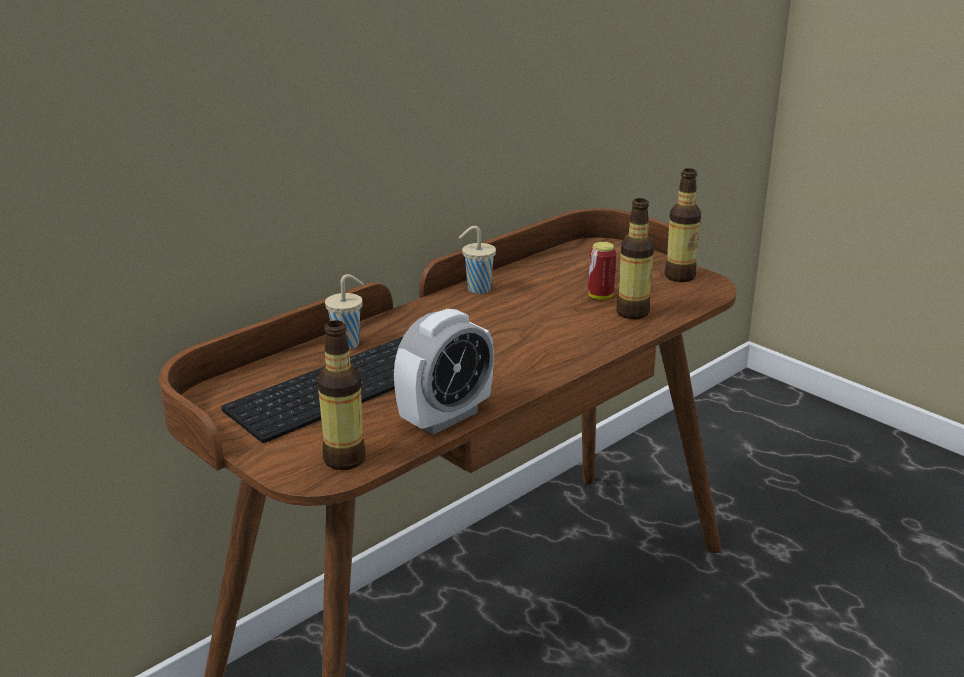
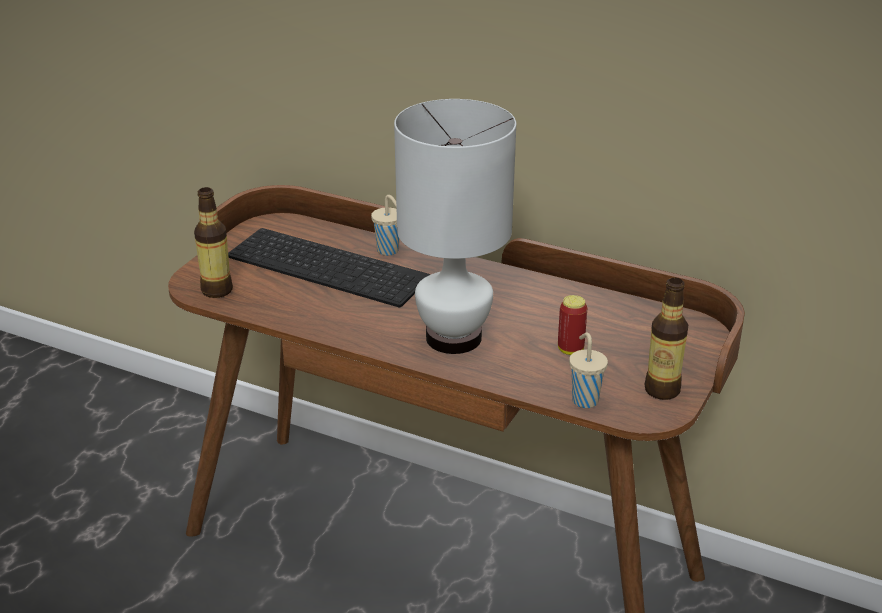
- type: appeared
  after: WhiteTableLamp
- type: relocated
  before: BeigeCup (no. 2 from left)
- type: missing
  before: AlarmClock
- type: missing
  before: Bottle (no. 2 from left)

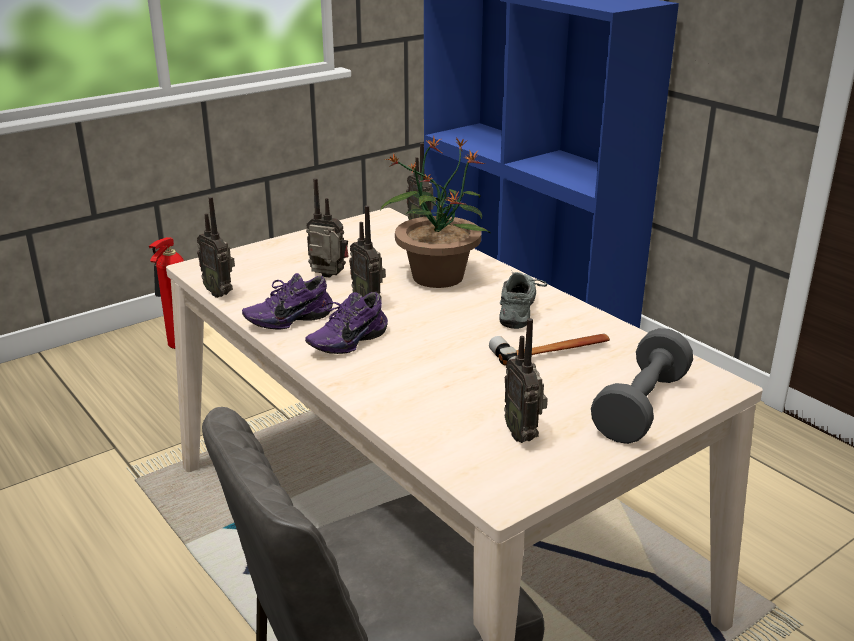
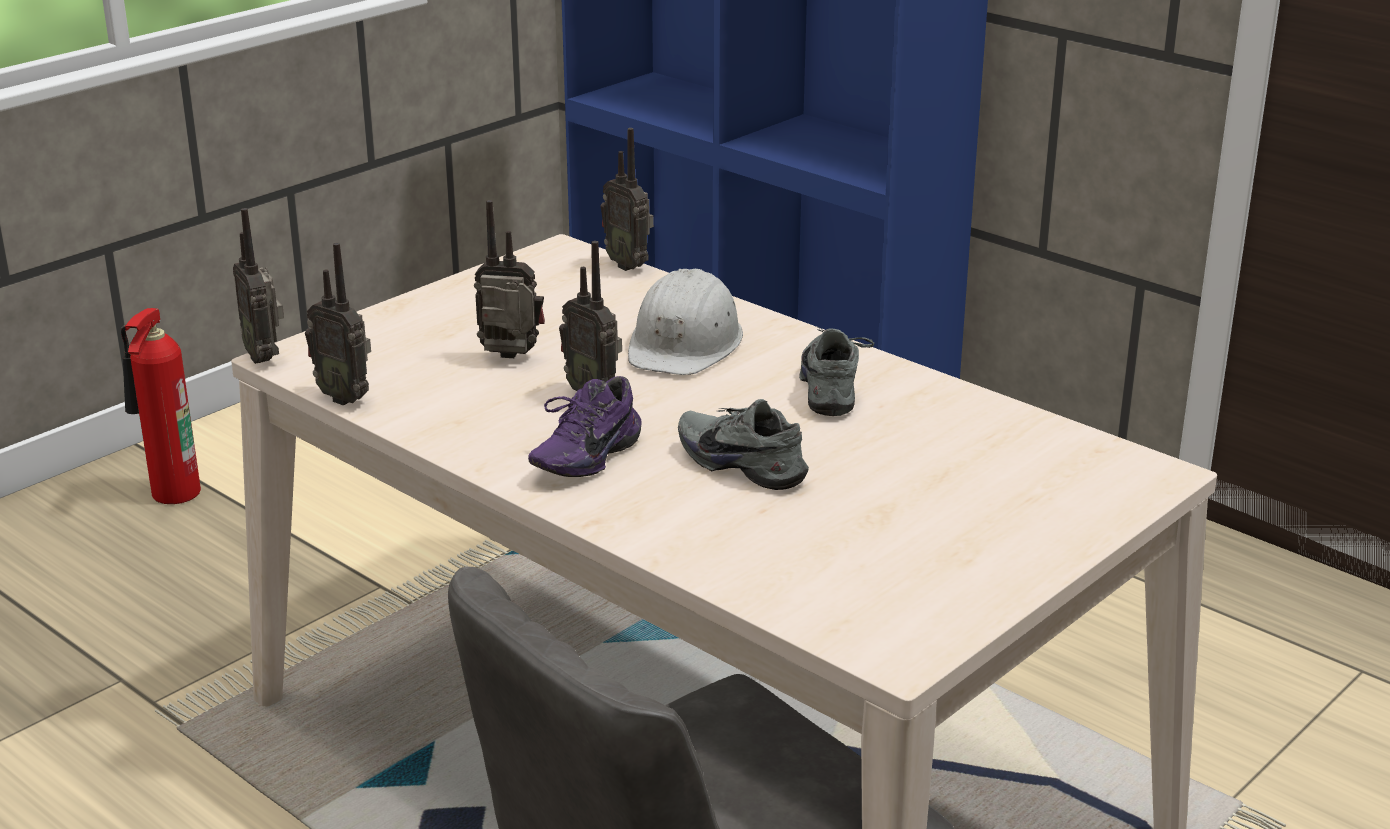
- type: relocated
  before: Radio (no. 5 from left in the first image)
  after: Radio (no. 1 from left)
- type: exchanged
  before: PottedPlant
  after: WhiteHardHat
- type: appeared
  after: GreyShoe (no. 1 from left)
- type: missing
  before: PurpleShoe (no. 1 from left)
- type: missing
  before: Hammer
- type: missing
  before: GreyDumbbell

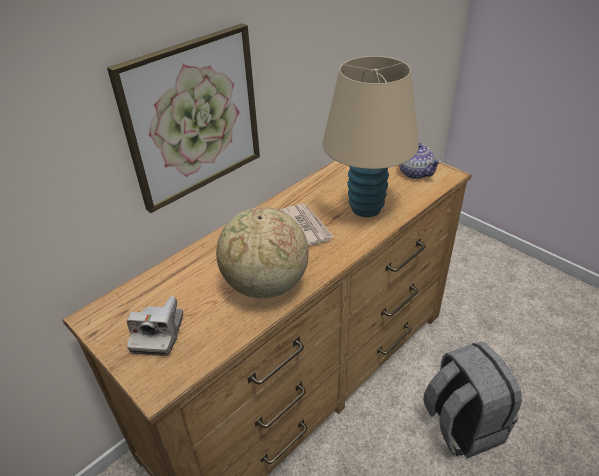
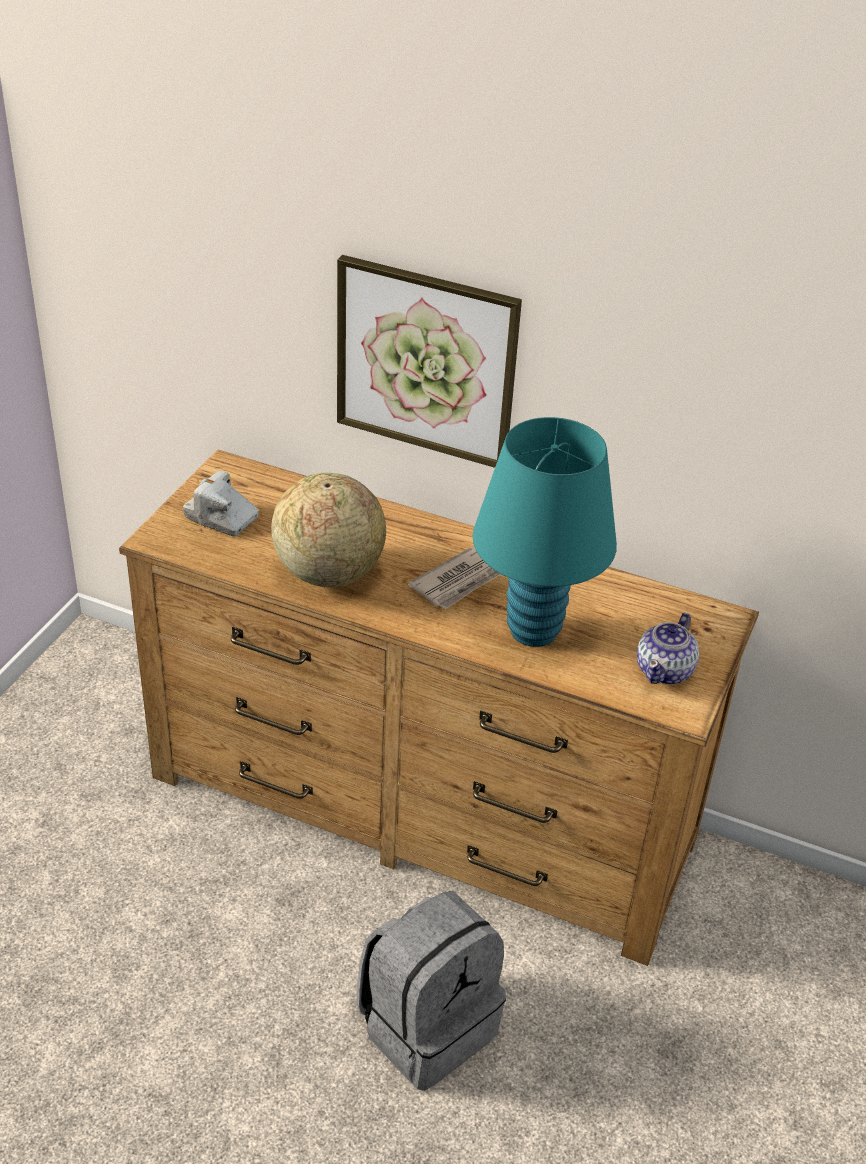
- type: spun
  before: PhotoCamera
  turn: 45
- type: colour
  before: BeigeTableLamp
  after: TurquoiseTableLamp

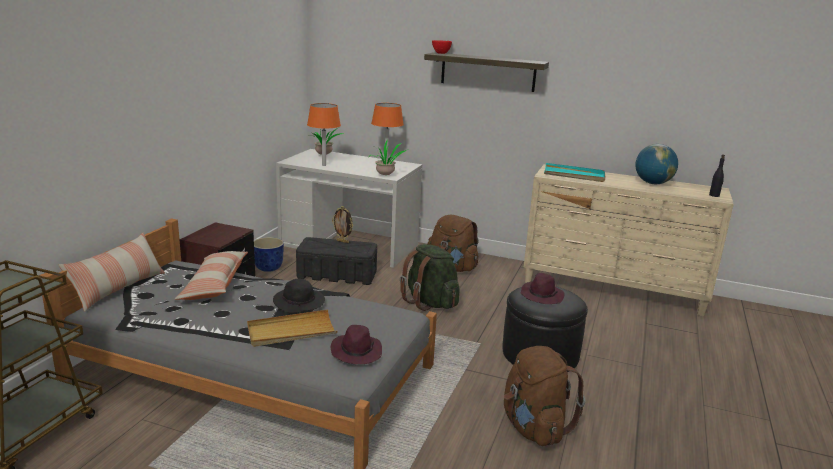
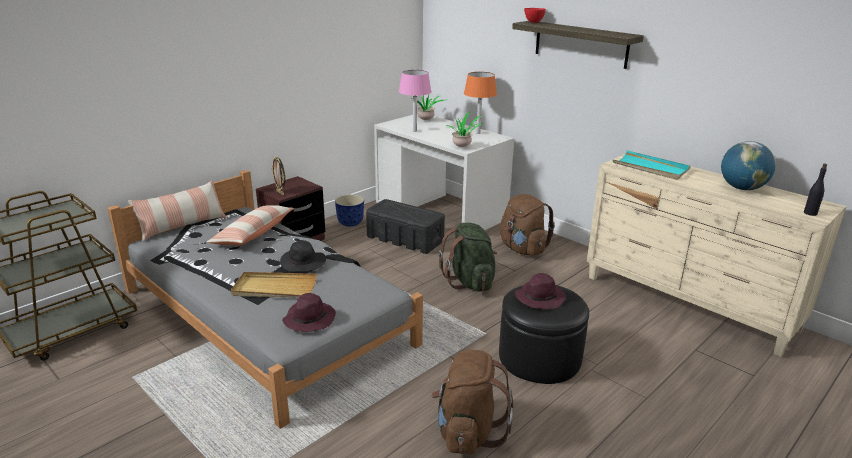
- type: relocated
  before: PictureFrame
- type: colour
  before: OrangeTableLamp (no. 1 from left)
  after: PinkTableLamp

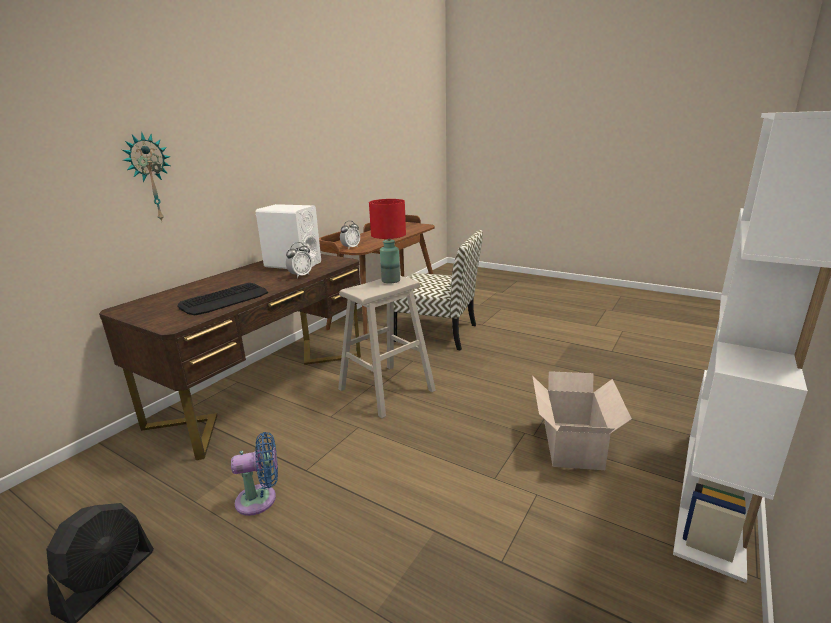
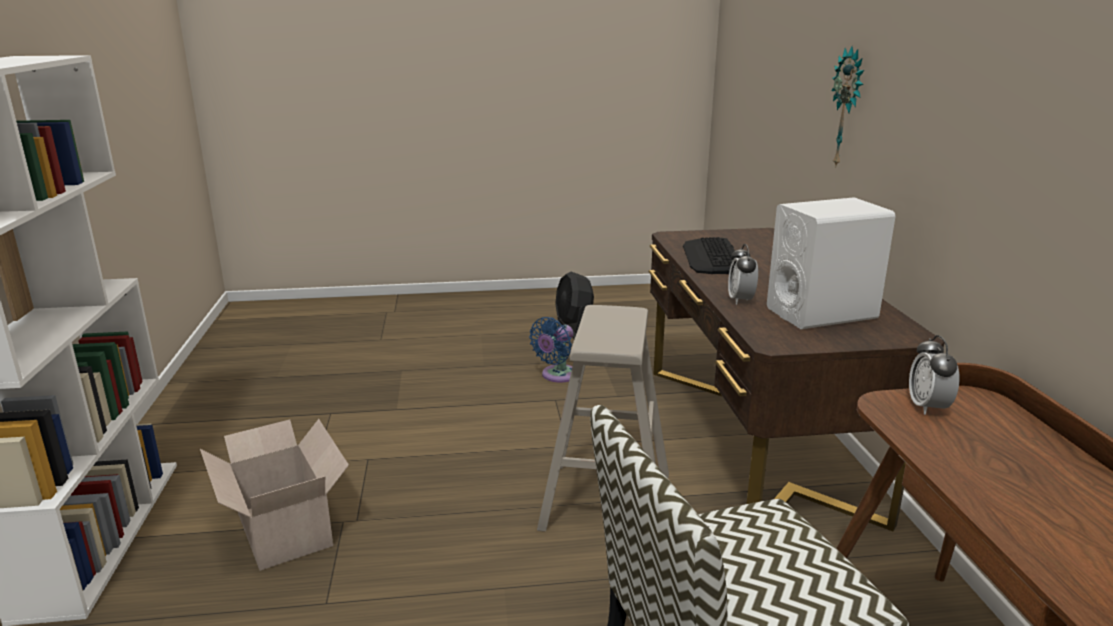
- type: missing
  before: RedTableLamp

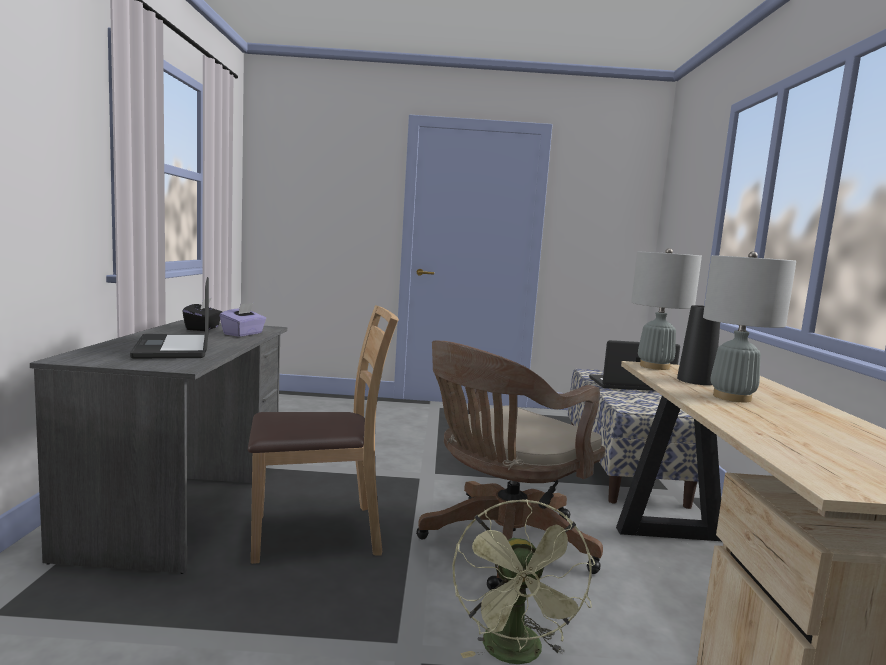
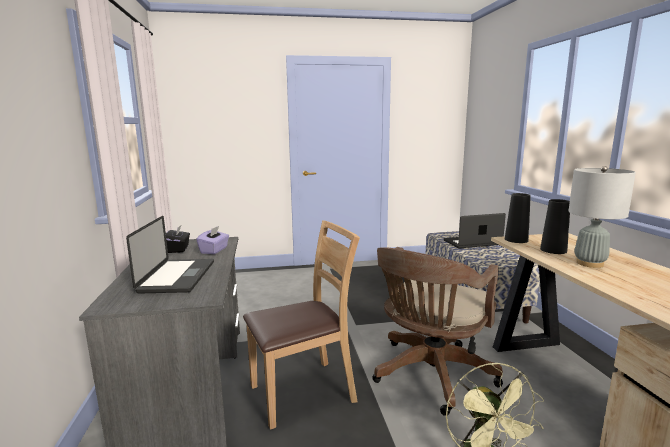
- type: spun
  before: Laptop (no. 1 from left)
  turn: -150
- type: exchanged
  before: GreyTableLamp (no. 1 from left)
  after: BlackVase (no. 1 from left)

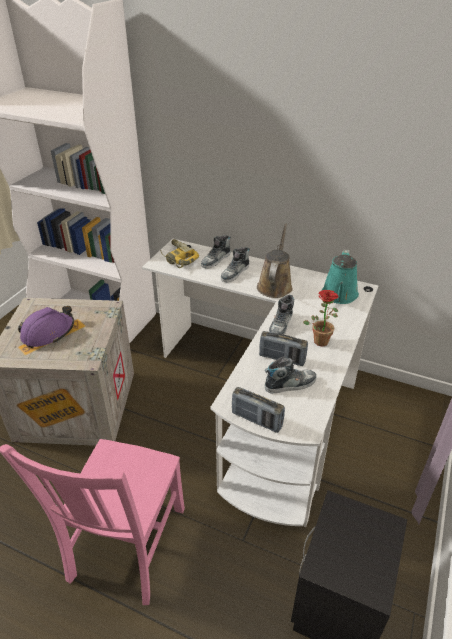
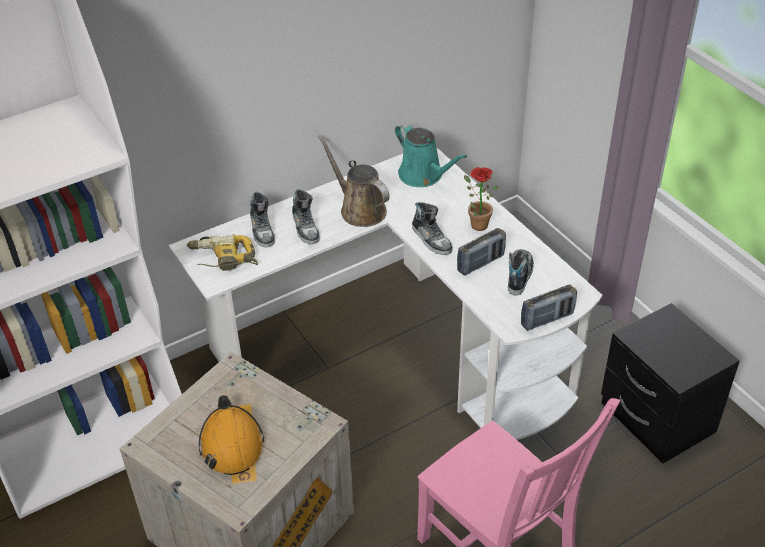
- type: colour
  before: PurpleHardHat
  after: OrangeHardHat

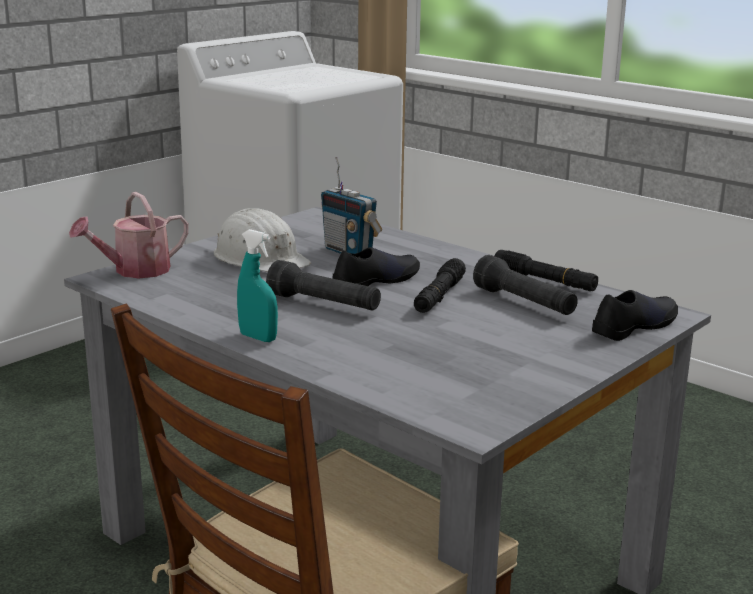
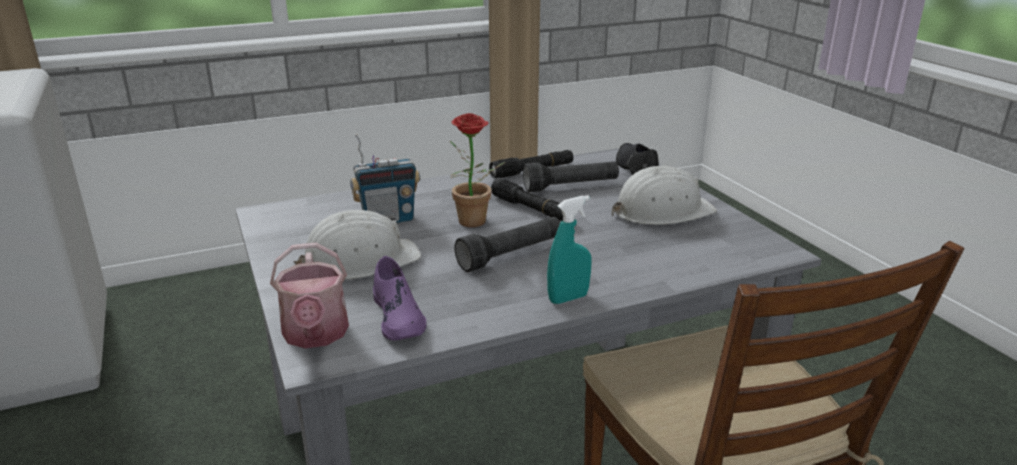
- type: appeared
  after: PurpleShoe
- type: exchanged
  before: BlackShoe (no. 1 from left)
  after: PottedPlant
- type: appeared
  after: WhiteHardHat (no. 2 from left)

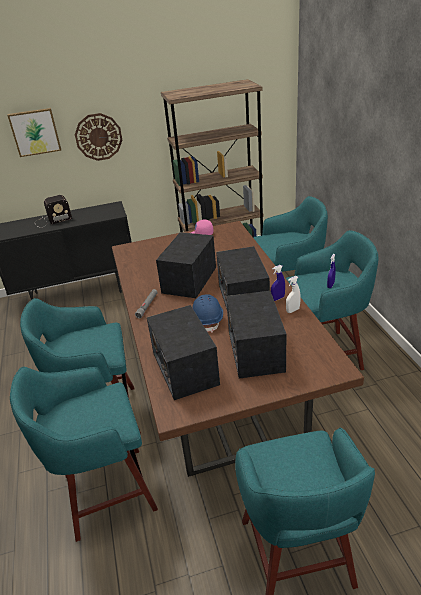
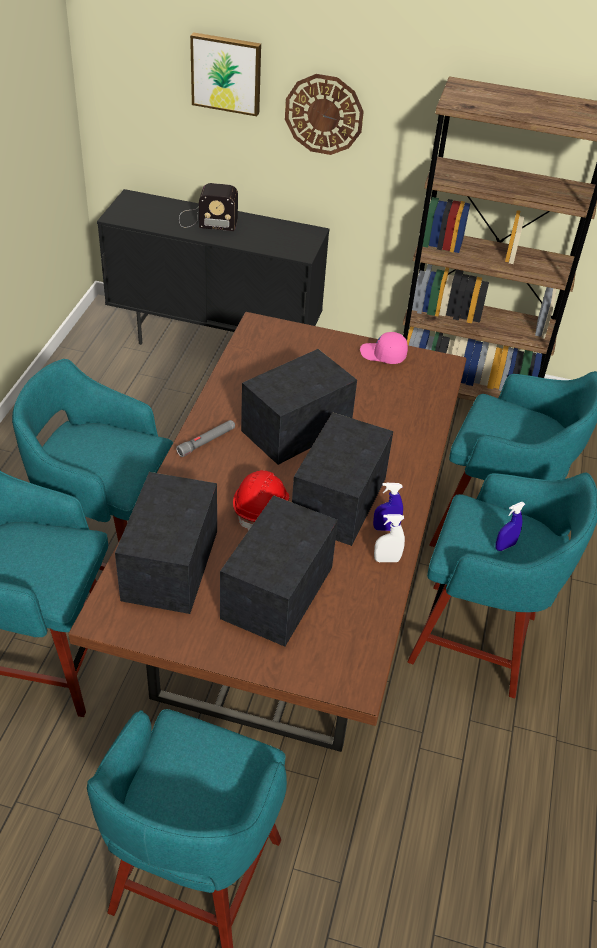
- type: colour
  before: BlueHardHat
  after: RedHardHat

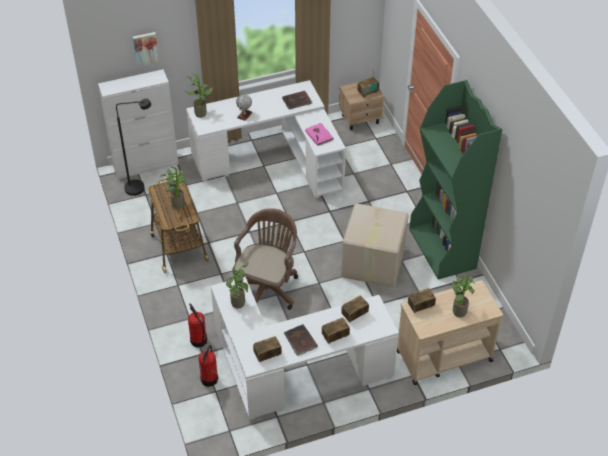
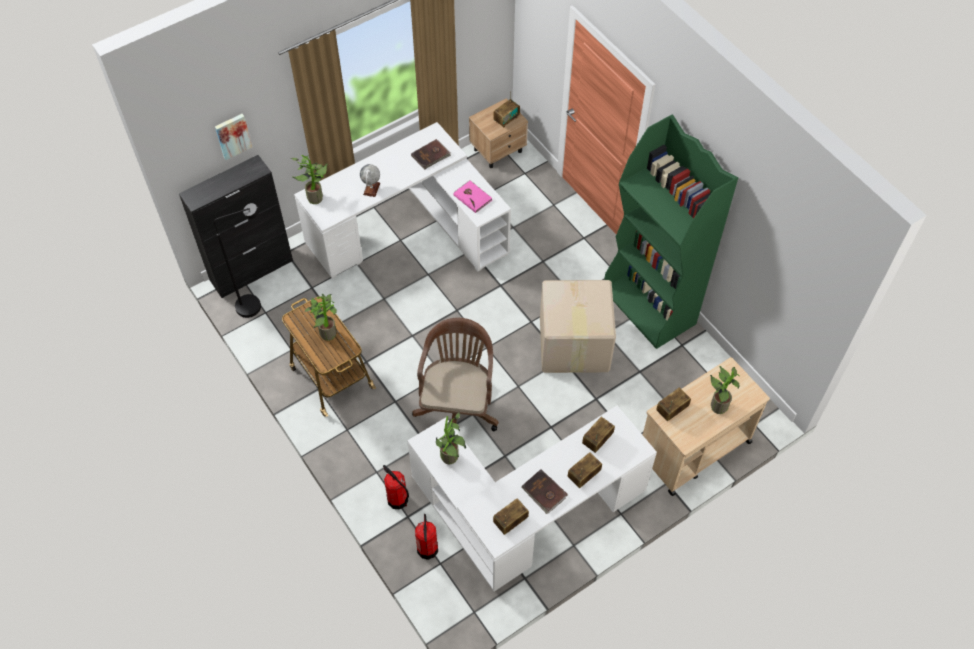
- type: colour
  before: WhiteCabinet
  after: BlackCabinet

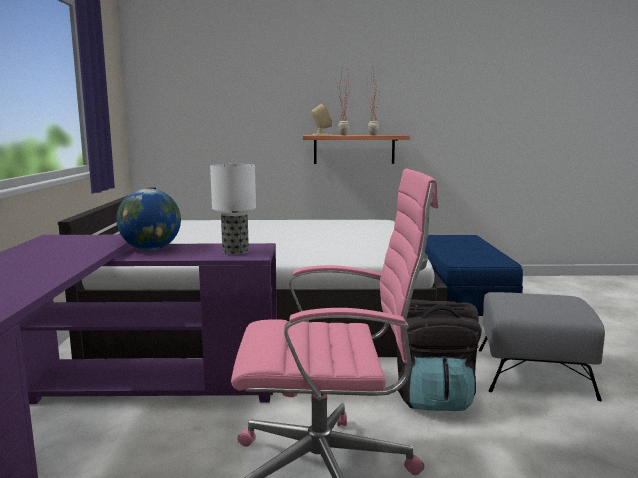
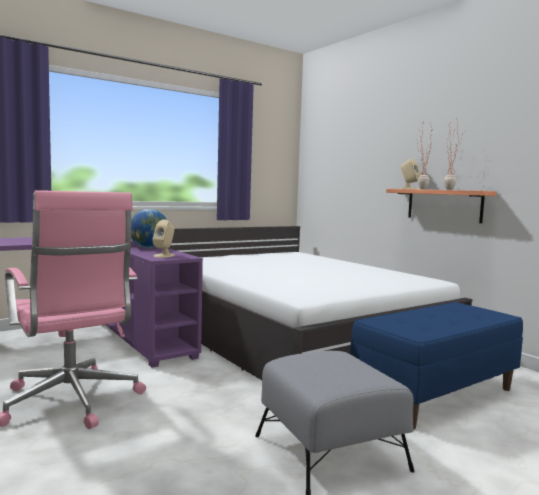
- type: exchanged
  before: TableLamp
  after: BeigeSpeaker (no. 1 from left)
- type: missing
  before: BlackBackpack

